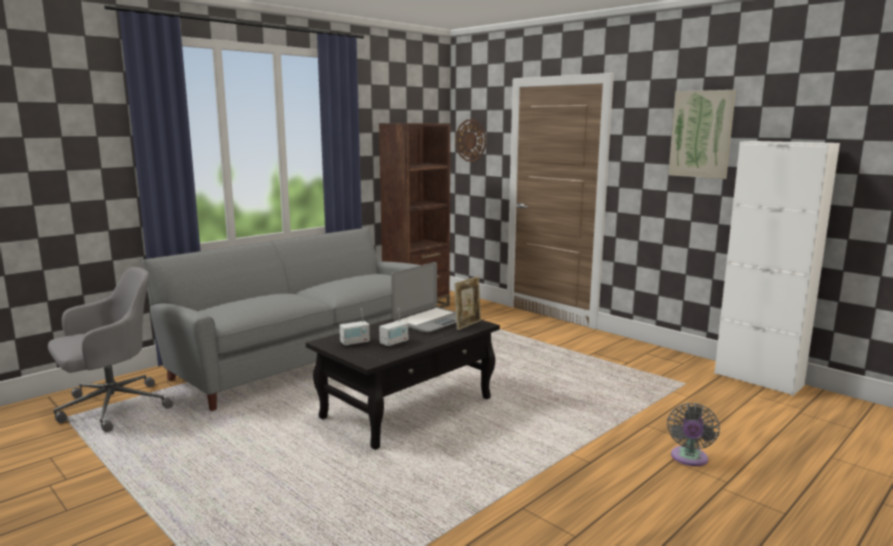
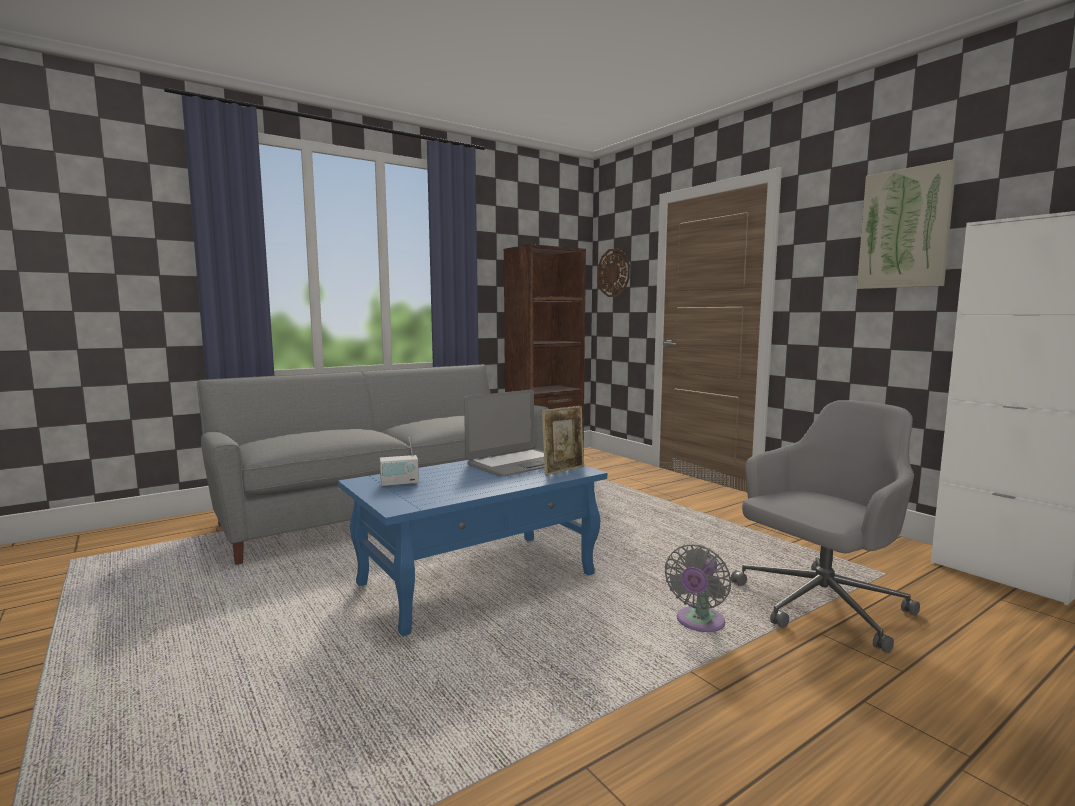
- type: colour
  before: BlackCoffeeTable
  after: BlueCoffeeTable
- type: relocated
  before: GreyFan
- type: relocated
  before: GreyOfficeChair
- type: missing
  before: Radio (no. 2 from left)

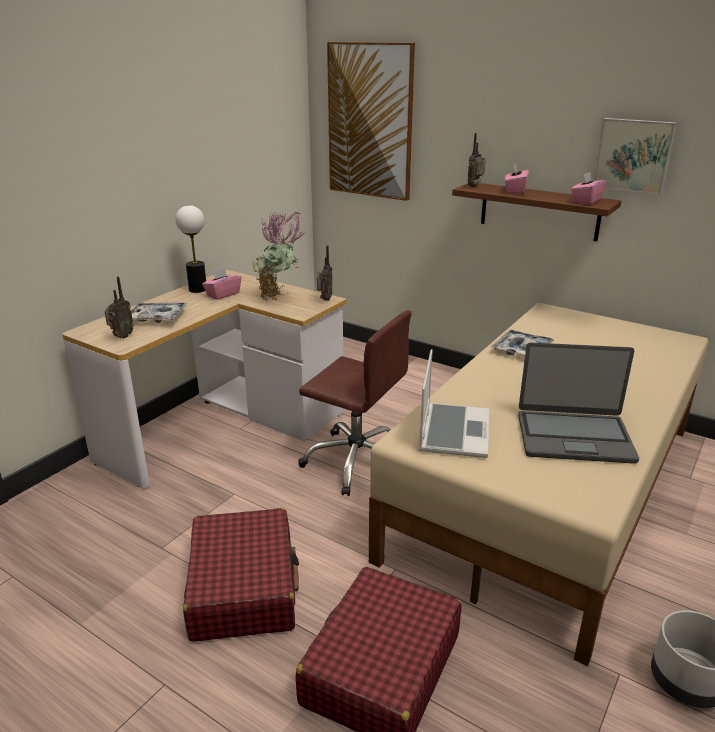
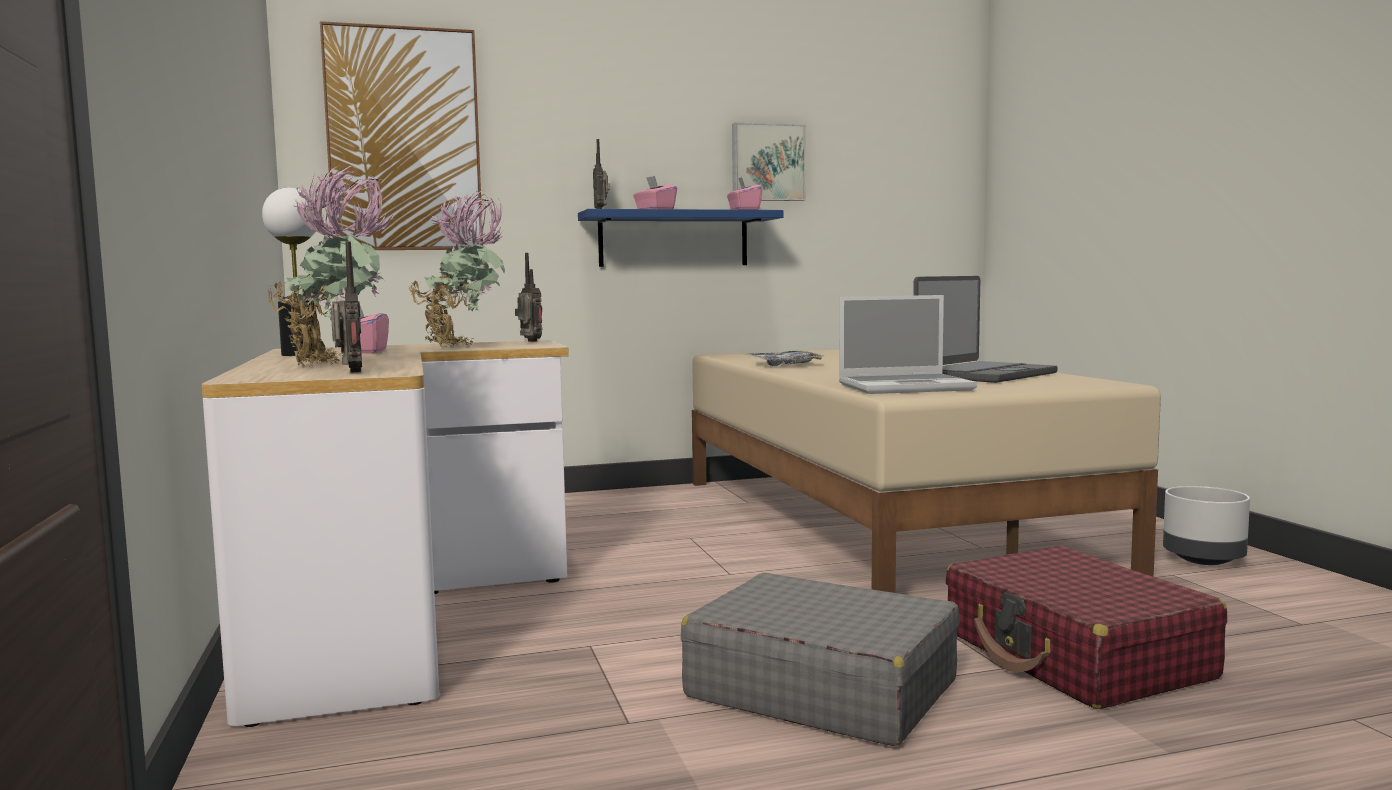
- type: exchanged
  before: Tray (no. 1 from left)
  after: PottedPlant (no. 1 from left)
- type: colour
  before: BrownShelf
  after: BlueShelf
- type: colour
  before: RedSuitcase (no. 1 from left)
  after: GreySuitcase
- type: spun
  before: Laptop (no. 1 from left)
  turn: 120
- type: missing
  before: BrownOfficeChair

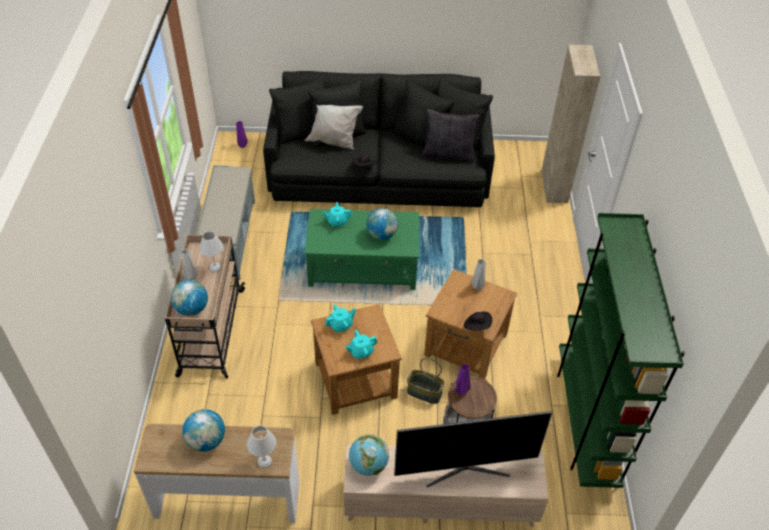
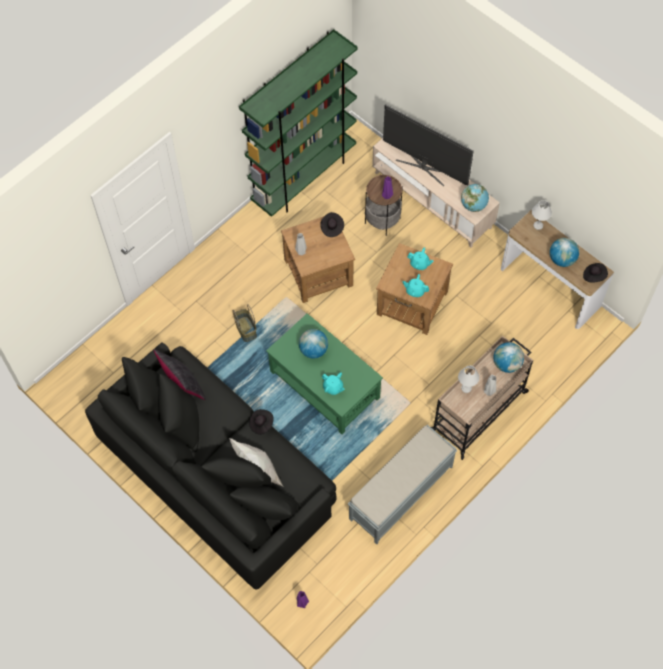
- type: relocated
  before: Basket
- type: appeared
  after: BlackHat (no. 3 from left)
- type: missing
  before: BeigeCabinet

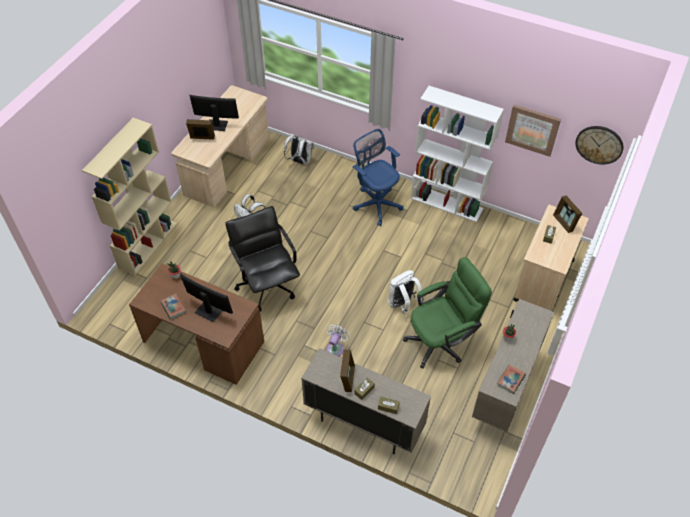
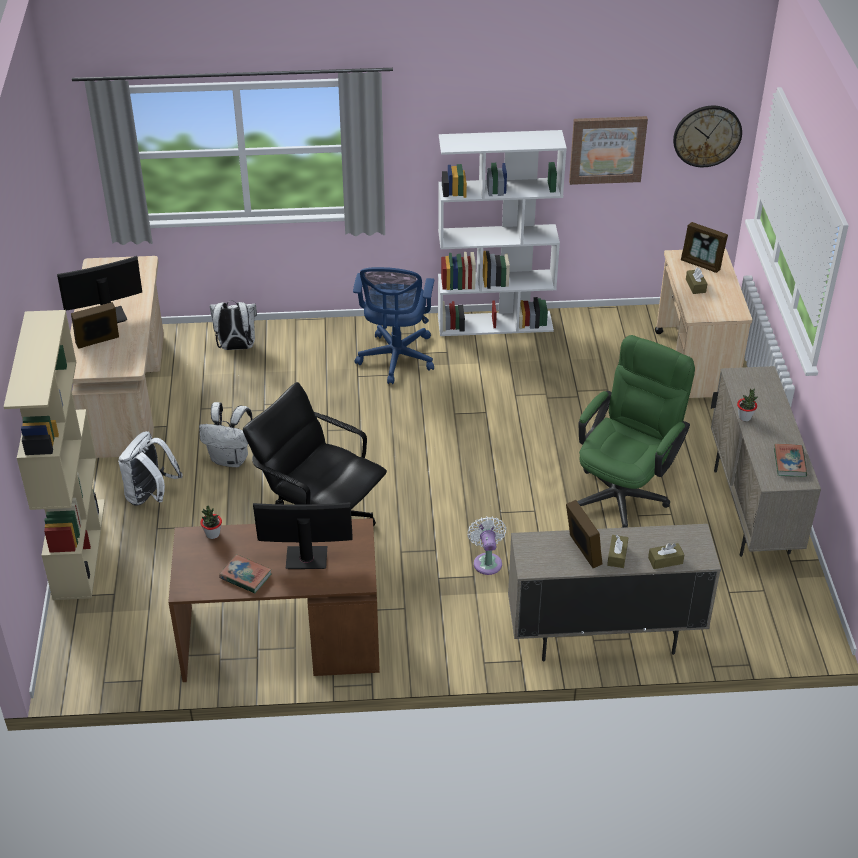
- type: relocated
  before: WhiteBackpack (no. 3 from left in the first image)
  after: WhiteBackpack (no. 1 from left)
- type: spun
  before: BlueOfficeChair
  turn: -105

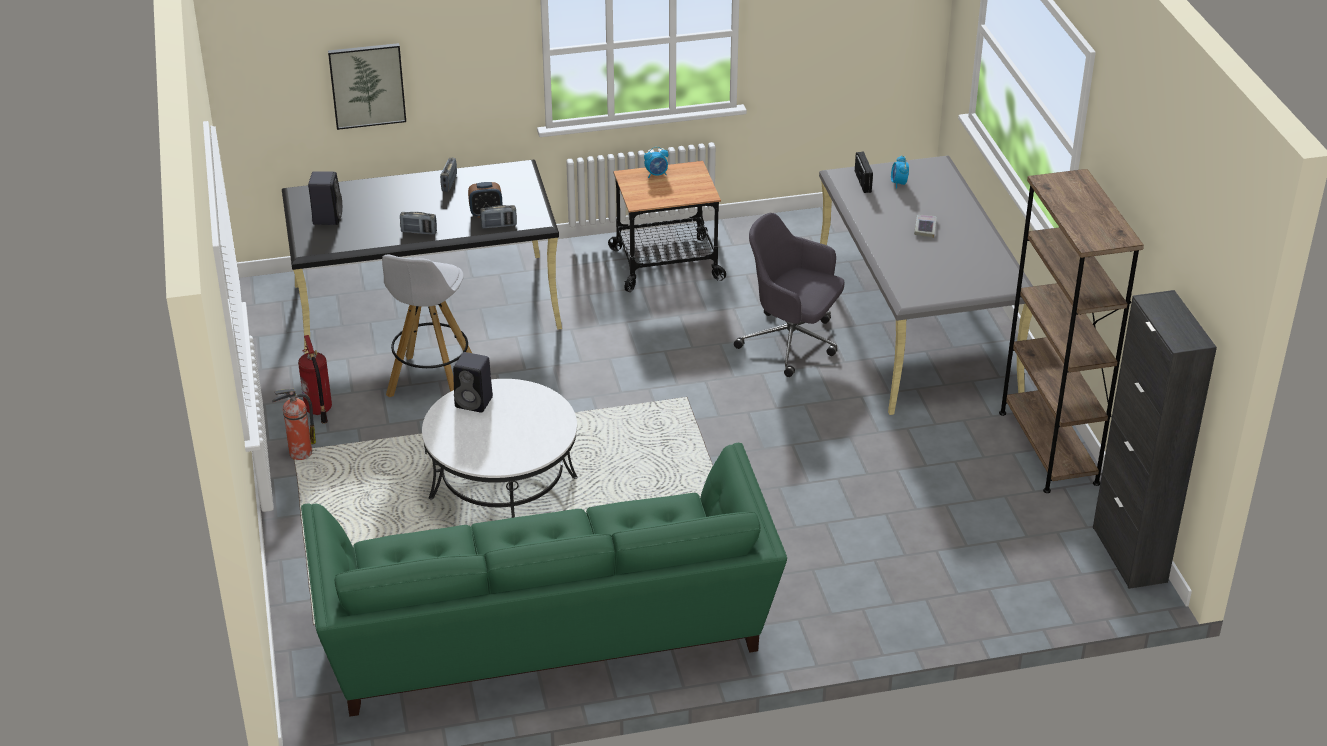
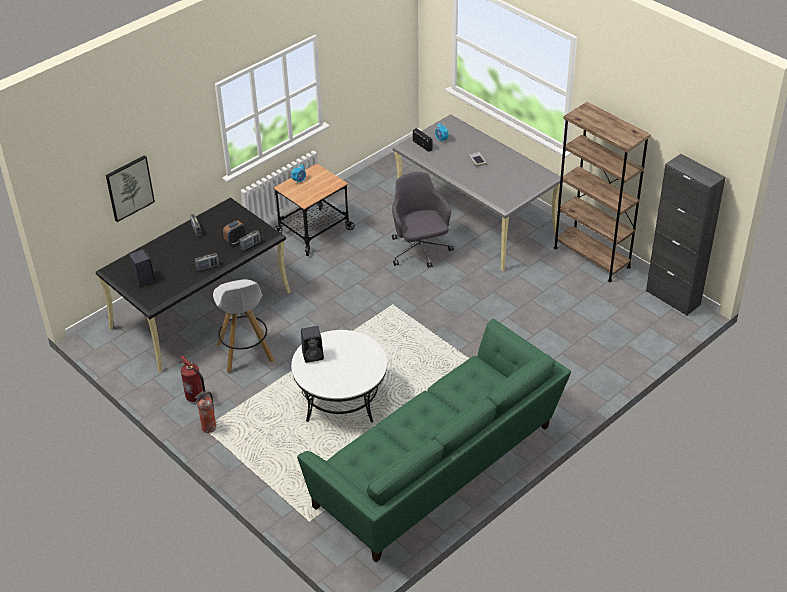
- type: spun
  before: GreyOfficeChair
  turn: 75

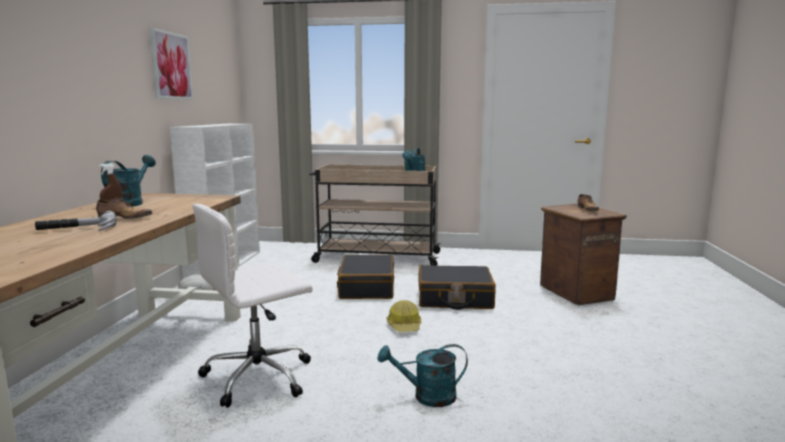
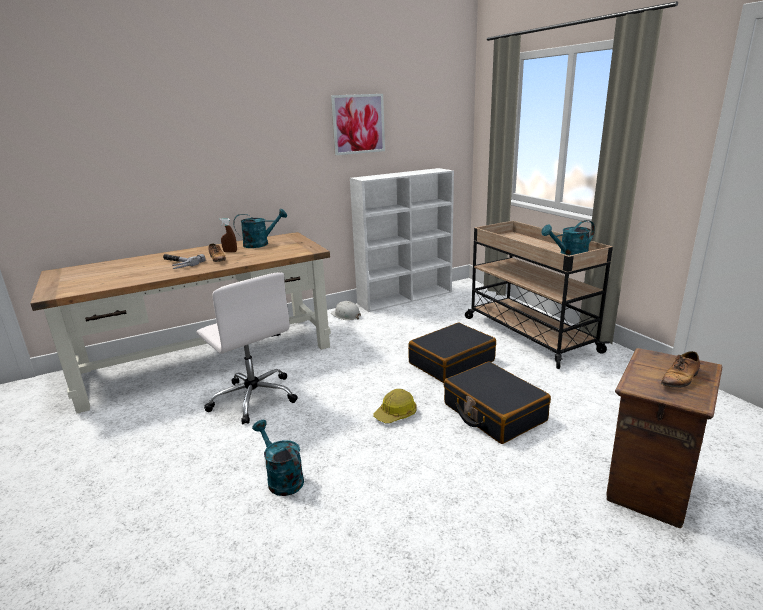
- type: spun
  before: WhiteOfficeChair
  turn: -150

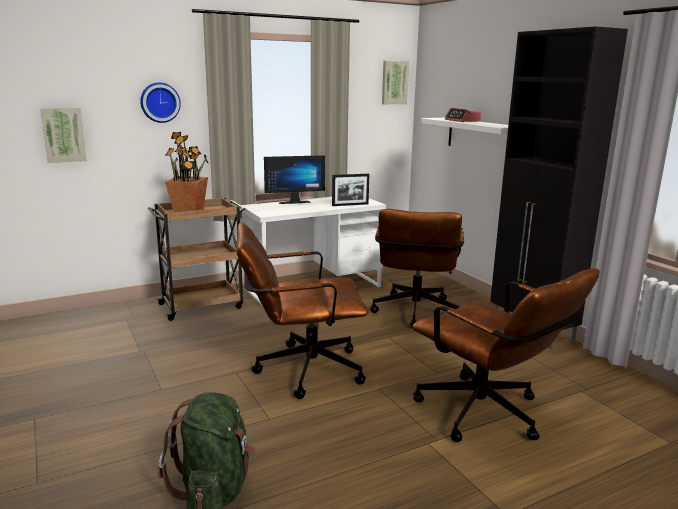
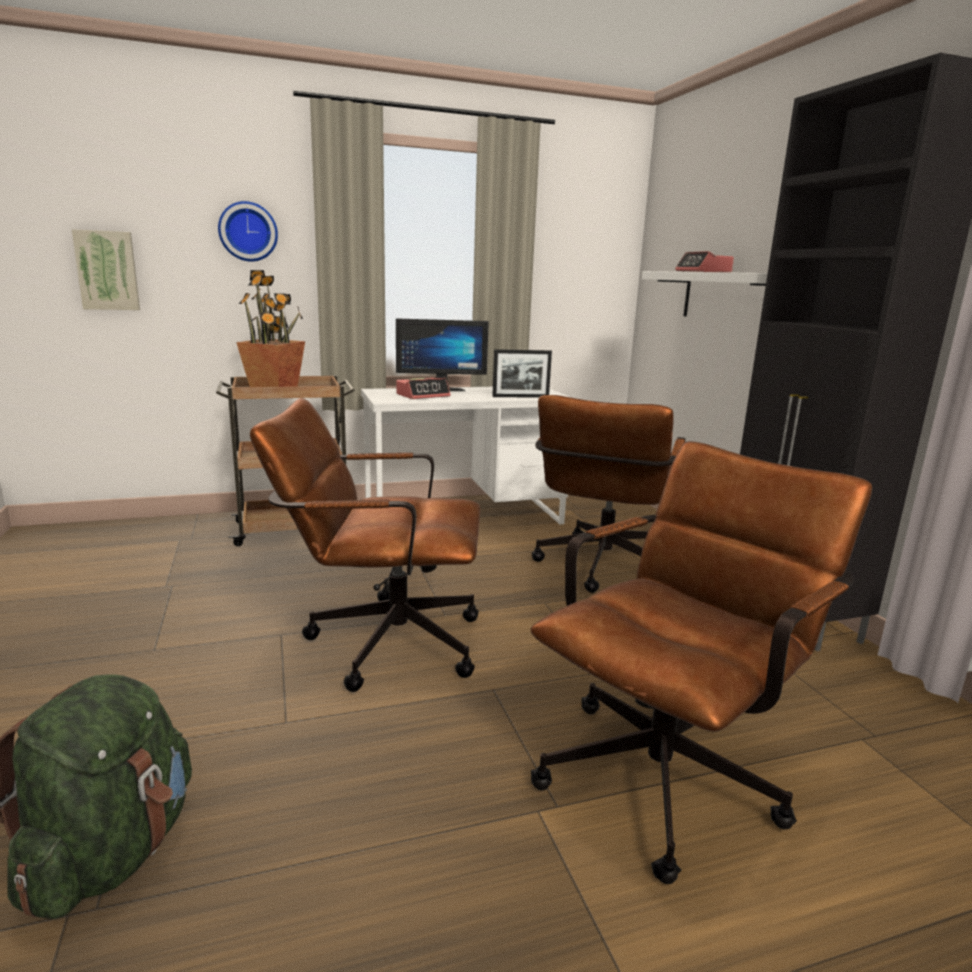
- type: appeared
  after: AlarmClock (no. 1 from left)
- type: spun
  before: BrownOfficeChair (no. 3 from left)
  turn: -105
- type: missing
  before: Picture (no. 2 from left)

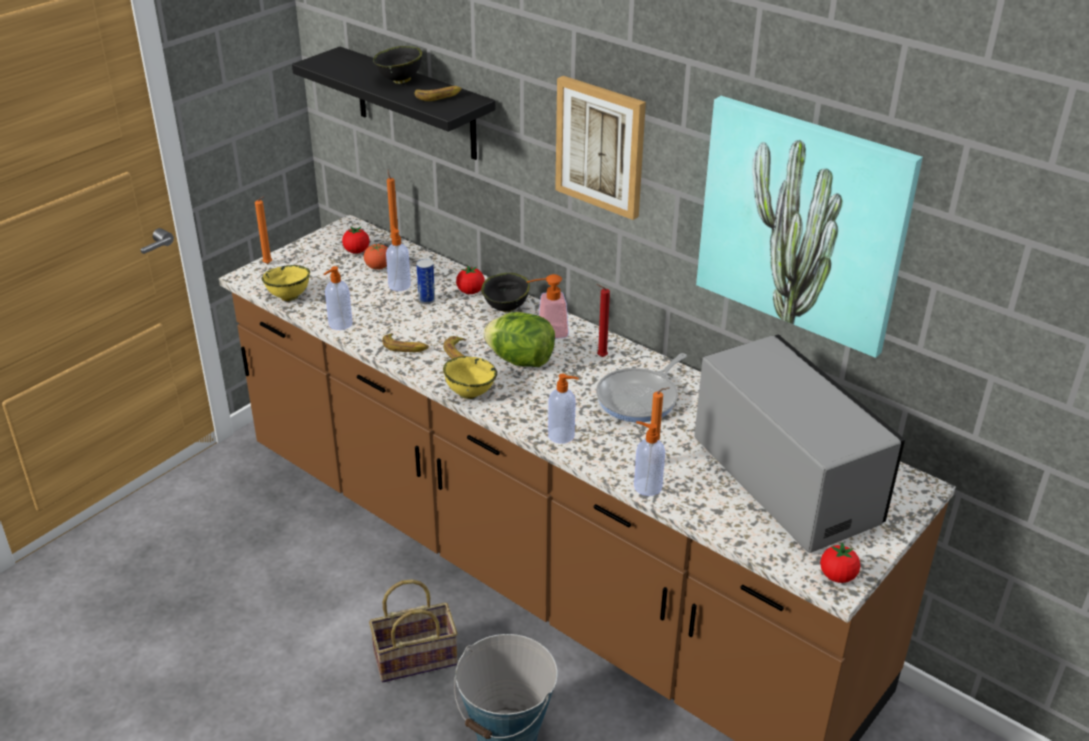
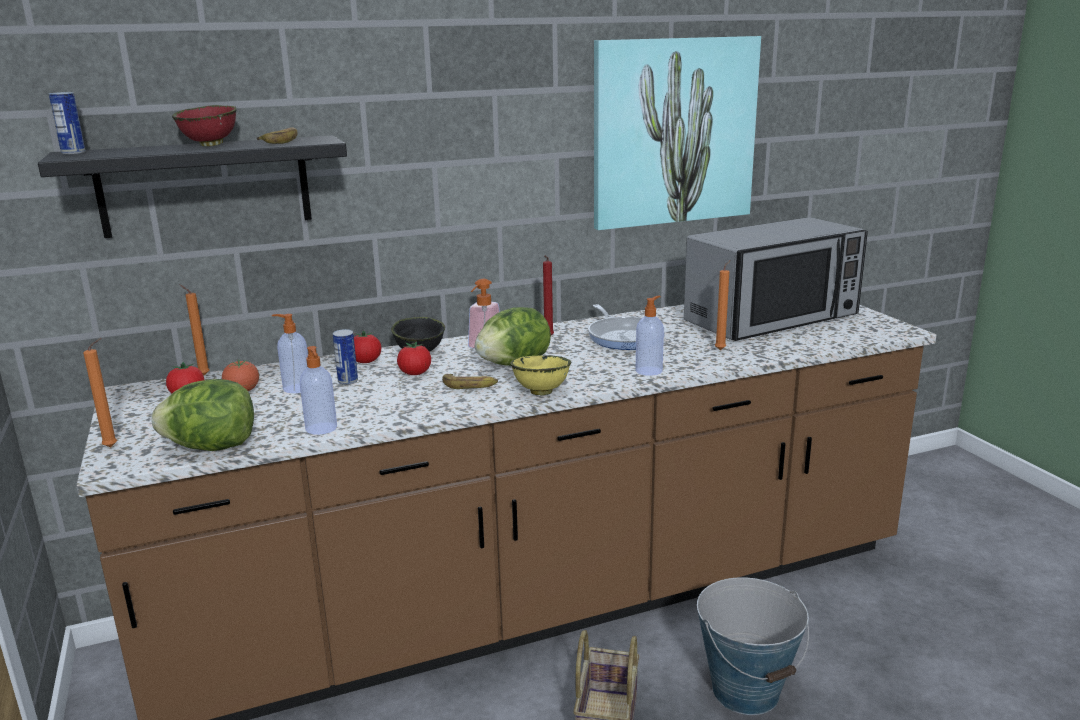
- type: appeared
  after: Can (no. 1 from left)
- type: exchanged
  before: YellowBowl (no. 1 from left)
  after: Lettuce (no. 1 from left)
- type: colour
  before: BlackBowl (no. 1 from left)
  after: RedBowl
- type: relocated
  before: Tomato (no. 4 from left)
- type: spun
  before: Microwave
  turn: 150
- type: missing
  before: Banana (no. 1 from left)
- type: missing
  before: Picture (no. 1 from left)
- type: missing
  before: SoapDispenser (no. 5 from left)

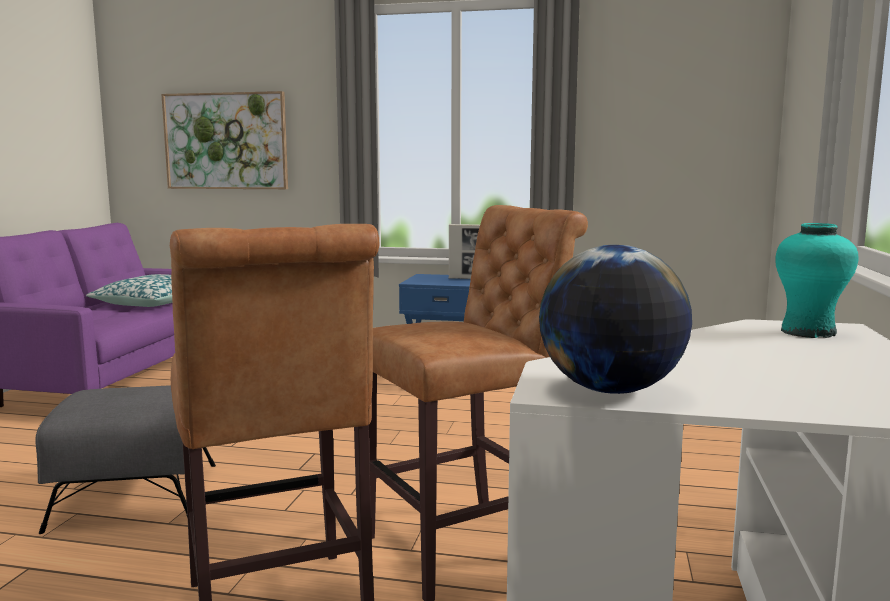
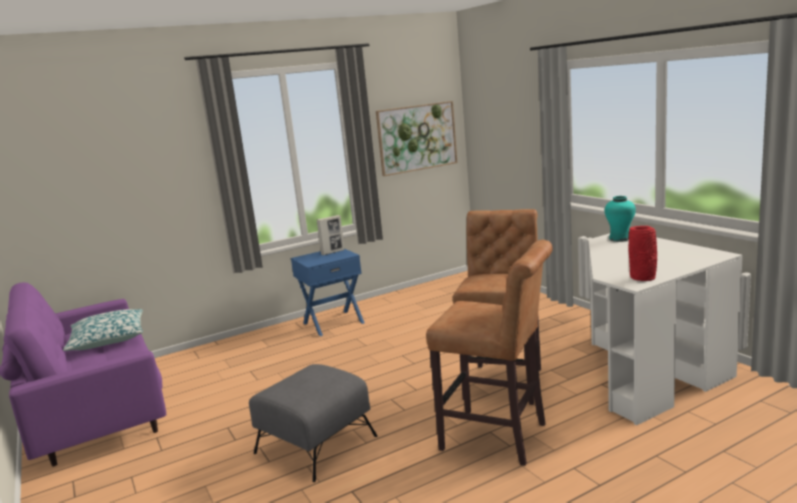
- type: relocated
  before: Picture
- type: exchanged
  before: Globe
  after: RedVase

